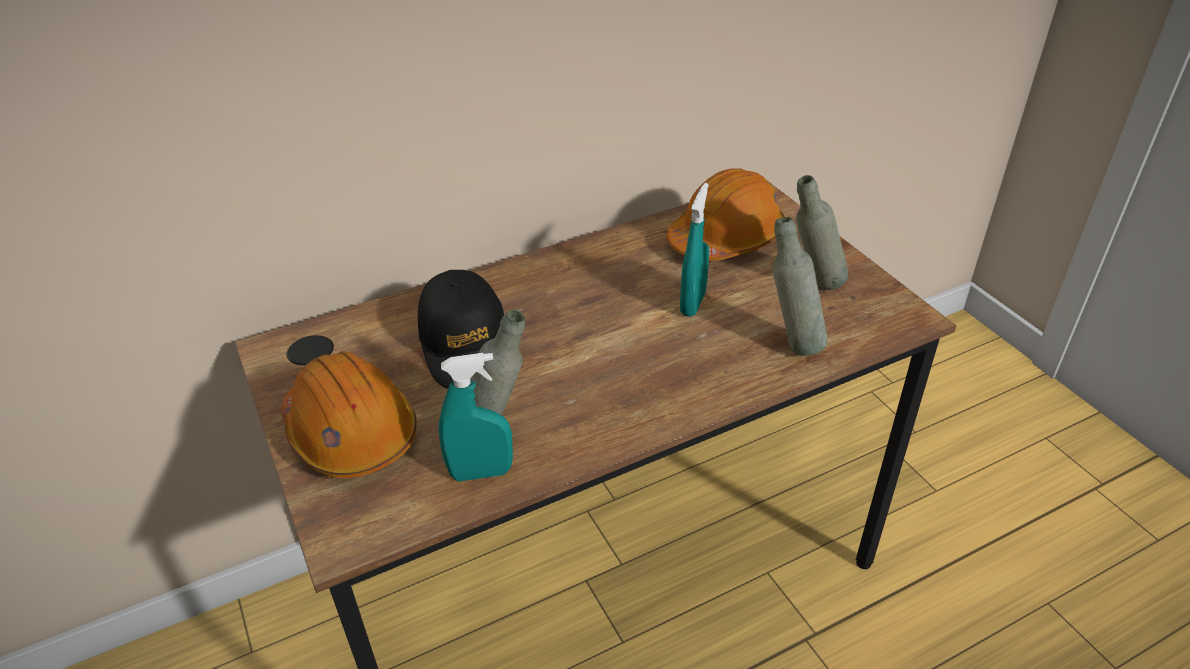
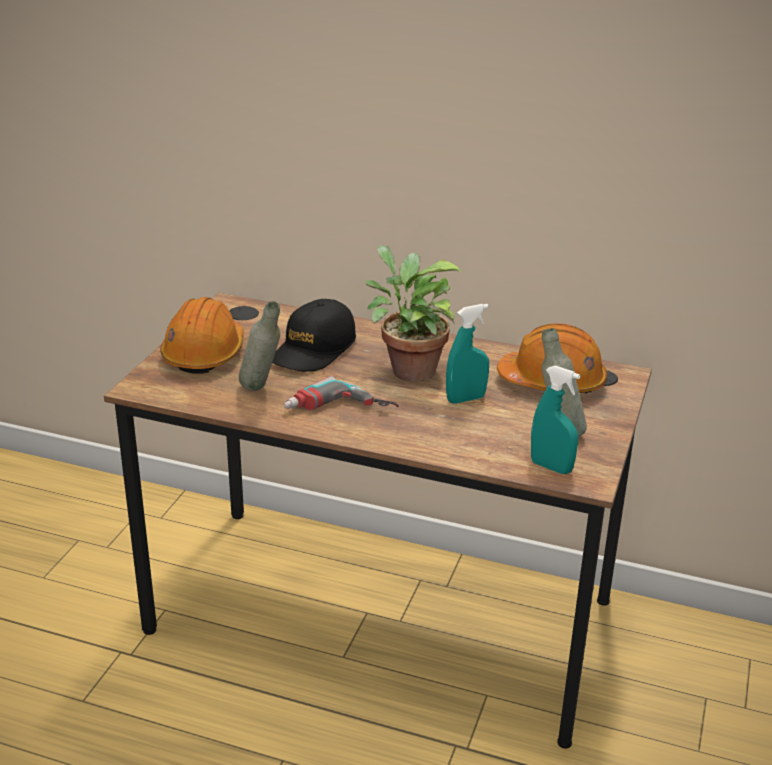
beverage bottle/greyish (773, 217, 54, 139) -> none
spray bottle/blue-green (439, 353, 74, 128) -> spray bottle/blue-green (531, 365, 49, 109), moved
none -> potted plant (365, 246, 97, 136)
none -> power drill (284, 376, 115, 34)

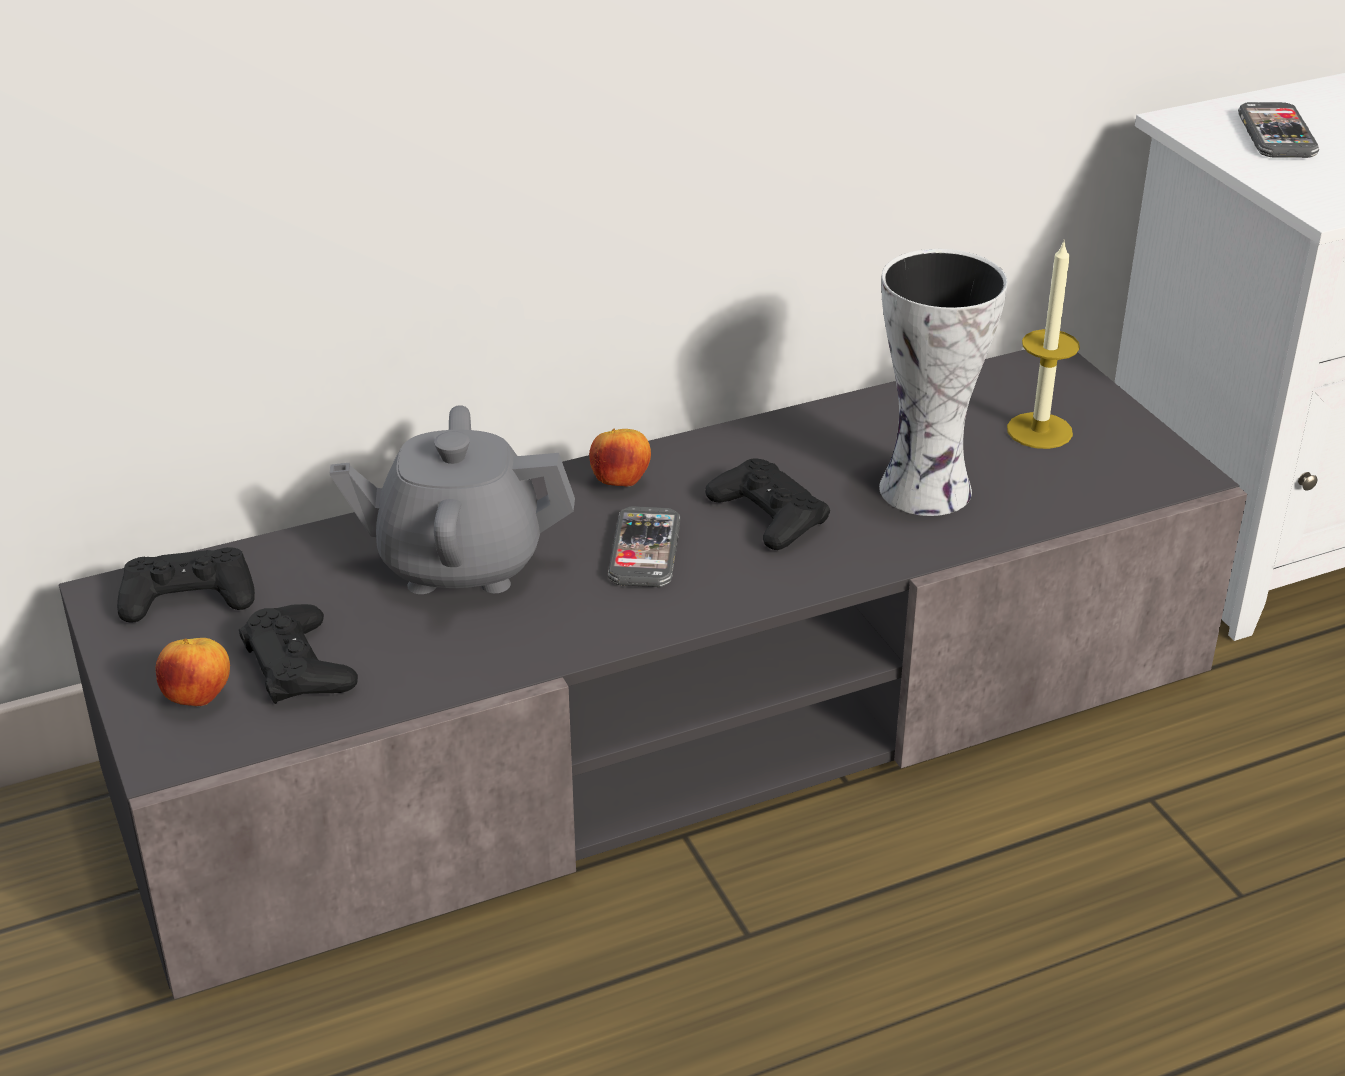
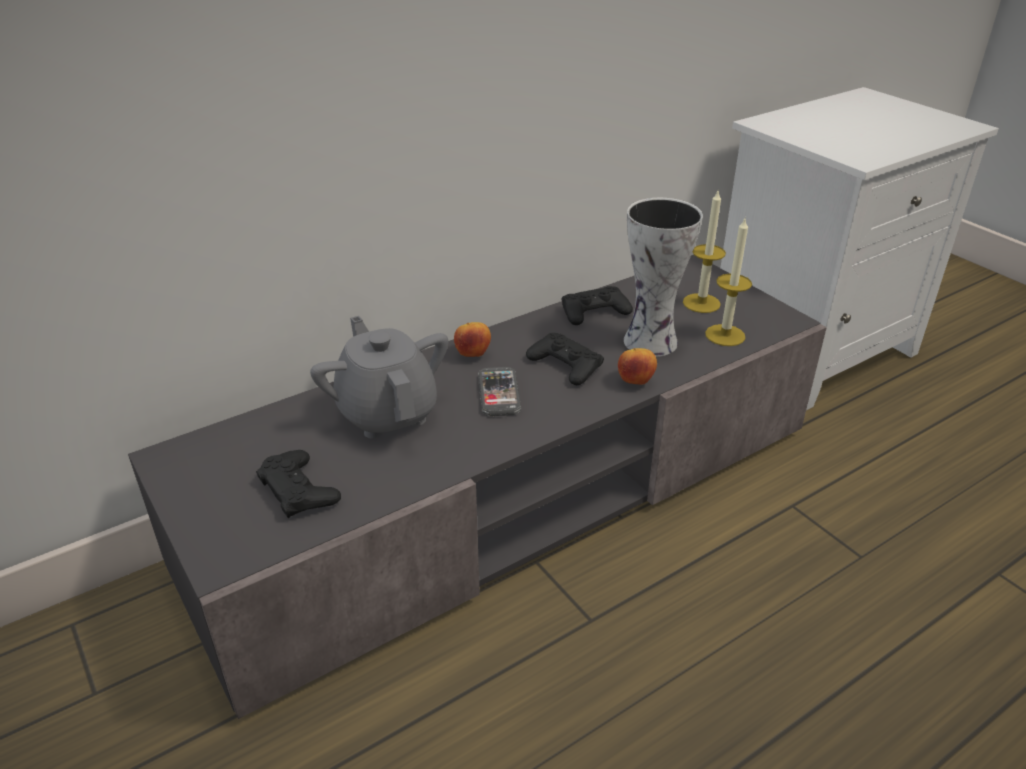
handset (1238, 102, 81, 56) -> none
pot for tea/greyish (329, 405, 246, 189) -> pot for tea/greyish (310, 316, 138, 122), 75 degrees clockwise
joypad/blackish (117, 547, 138, 76) -> joypad/blackish (561, 286, 72, 39), moved
apple (155, 638, 75, 68) -> apple (618, 348, 39, 37), moved
none -> candle (705, 219, 47, 127)

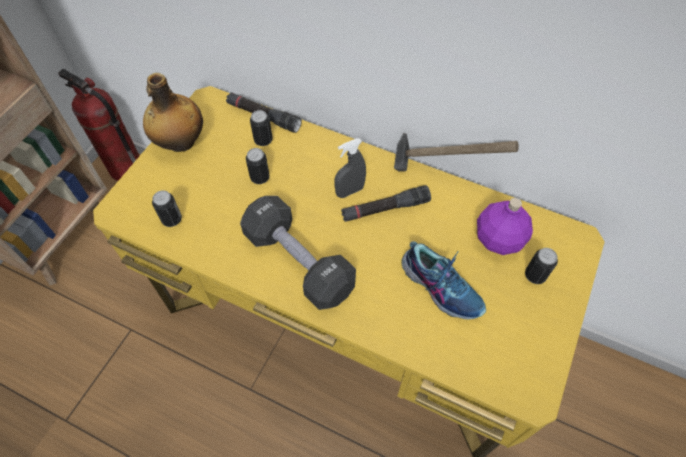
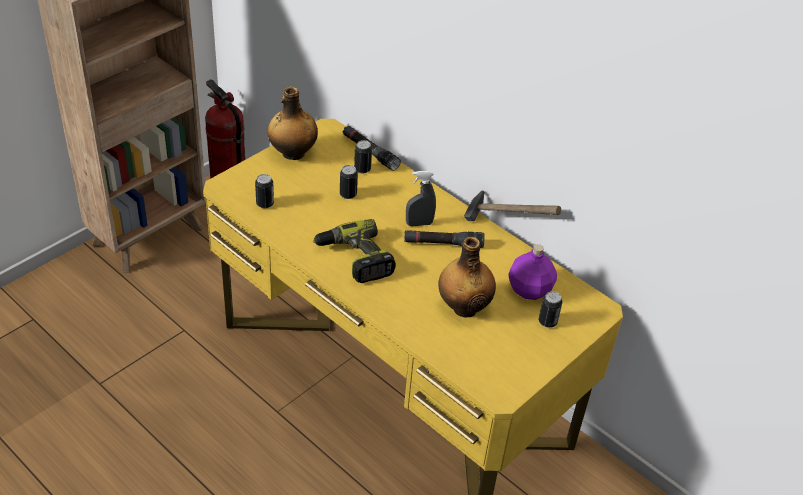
dumbbell/blackish (240, 196, 116, 114) -> power drill (313, 219, 83, 64)
item of footwear (401, 241, 85, 78) -> beverage bottle (438, 237, 58, 80)

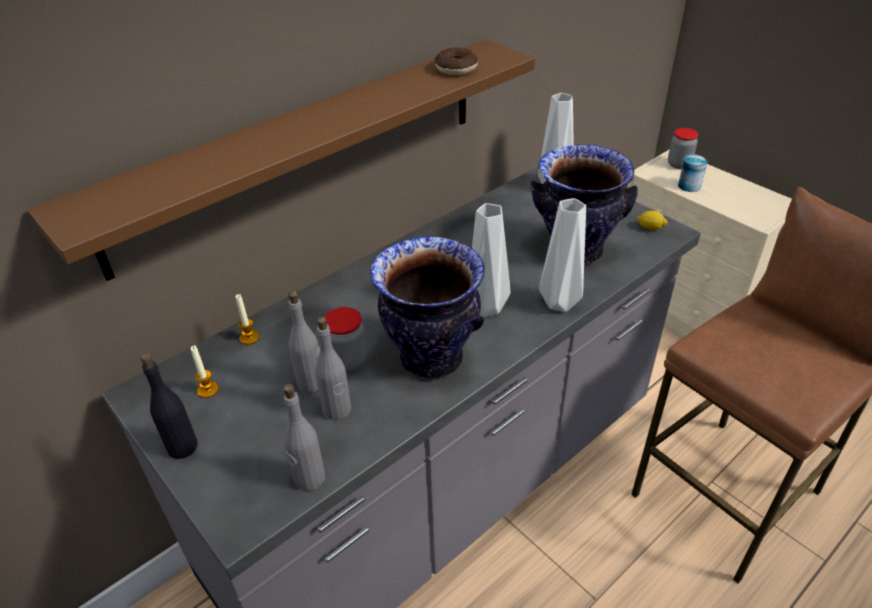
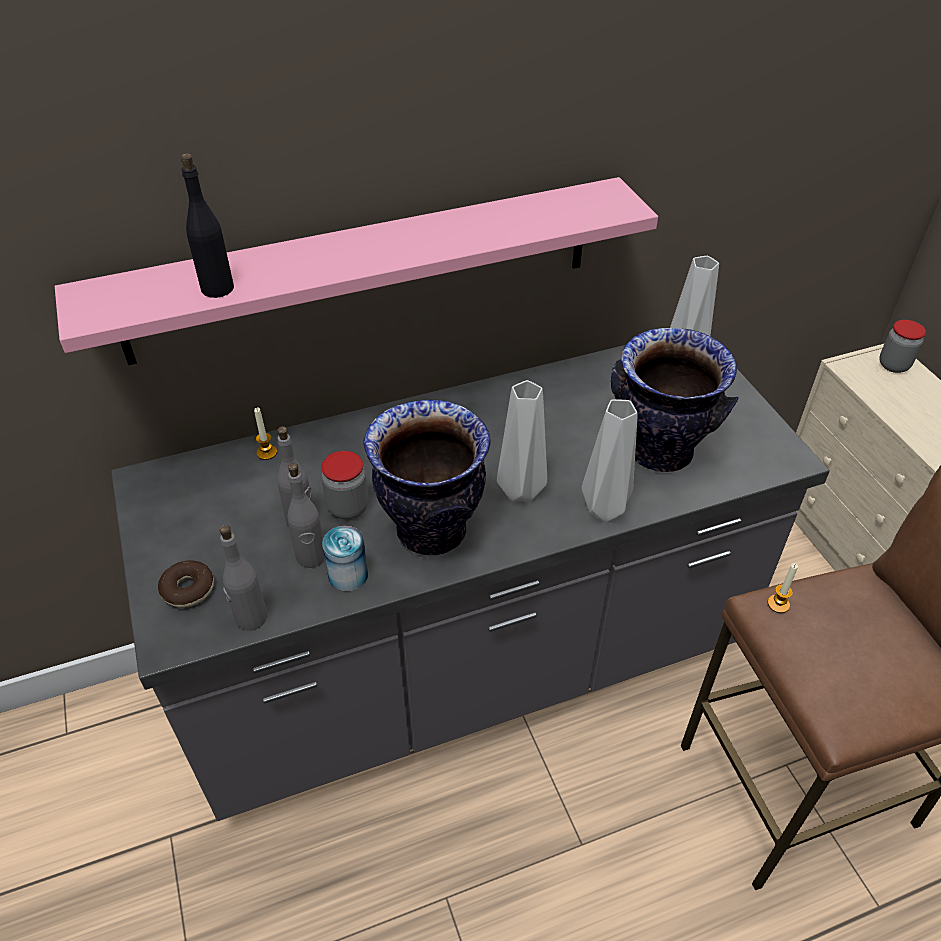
bracket shelf/brownish (27, 40, 508, 241) -> bracket shelf/pink (55, 177, 603, 188)
donut (435, 48, 43, 27) -> donut (158, 560, 56, 48), moved
metal can (678, 154, 30, 38) -> metal can (322, 526, 46, 65), moved
whole lemon (636, 211, 32, 19) -> none
candle (191, 346, 28, 52) -> candle (768, 563, 30, 50), moved
beverage bottle/blackish (141, 354, 57, 105) -> beverage bottle/blackish (181, 153, 53, 145), moved

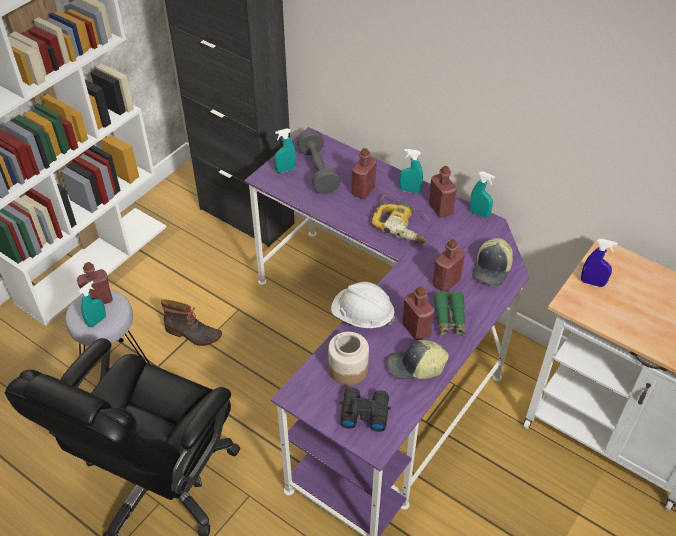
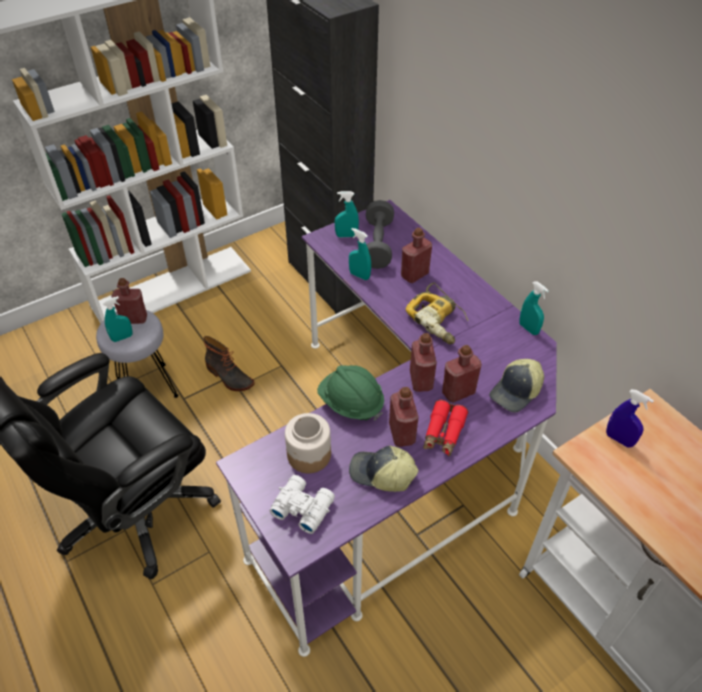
spray bottle/blue-green (399, 149, 24, 44) -> spray bottle/blue-green (349, 228, 22, 52), moved
beverage bottle/red (429, 166, 28, 51) -> beverage bottle/red (410, 333, 27, 59), moved
safety helmet/white-coloured (331, 282, 64, 46) -> safety helmet/green-coloured (317, 365, 67, 56)
binoculars/green-coloured (433, 291, 32, 45) -> binoculars/red (423, 400, 45, 56)
binoculars/blackish (340, 387, 51, 45) -> binoculars/white-coloured (269, 475, 66, 59)

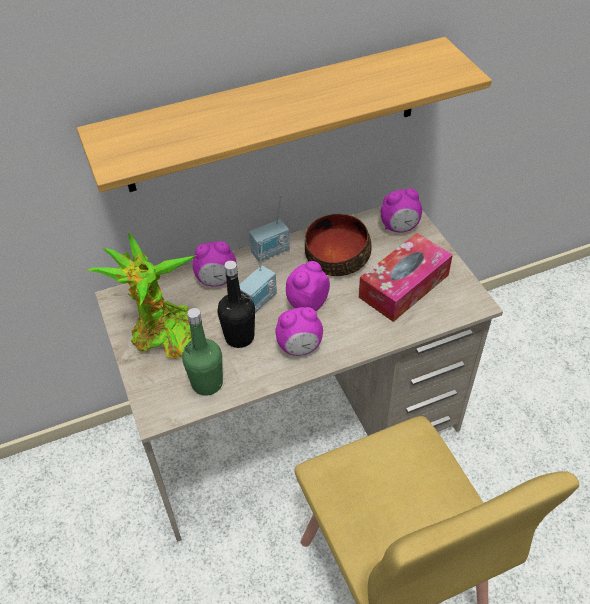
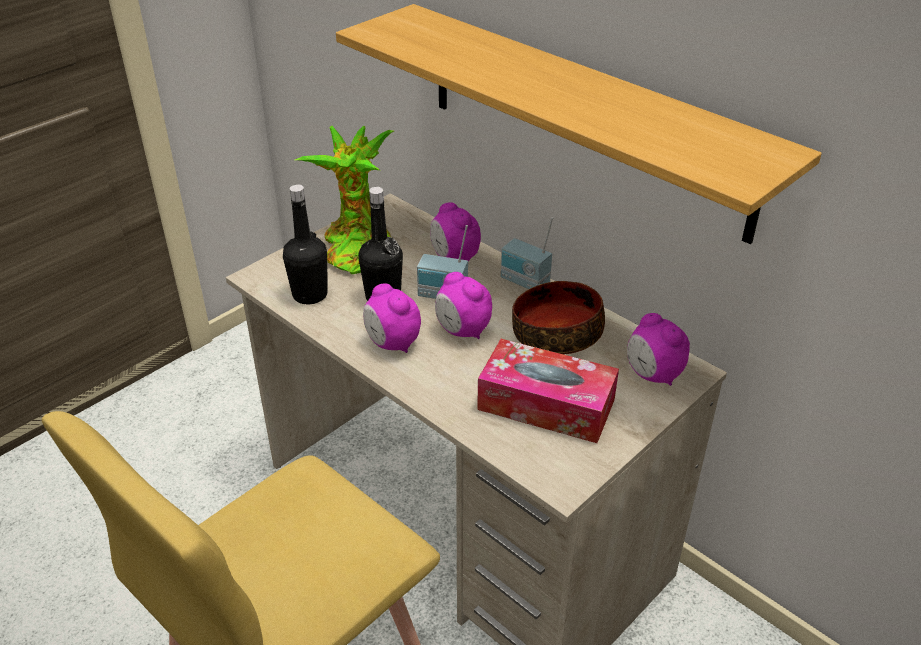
alarm clock (286, 261, 44, 50) -> alarm clock (435, 272, 57, 67), 150 degrees counterclockwise
beverage bottle/green-coloured (182, 308, 41, 88) -> beverage bottle/blackish (283, 184, 45, 120)

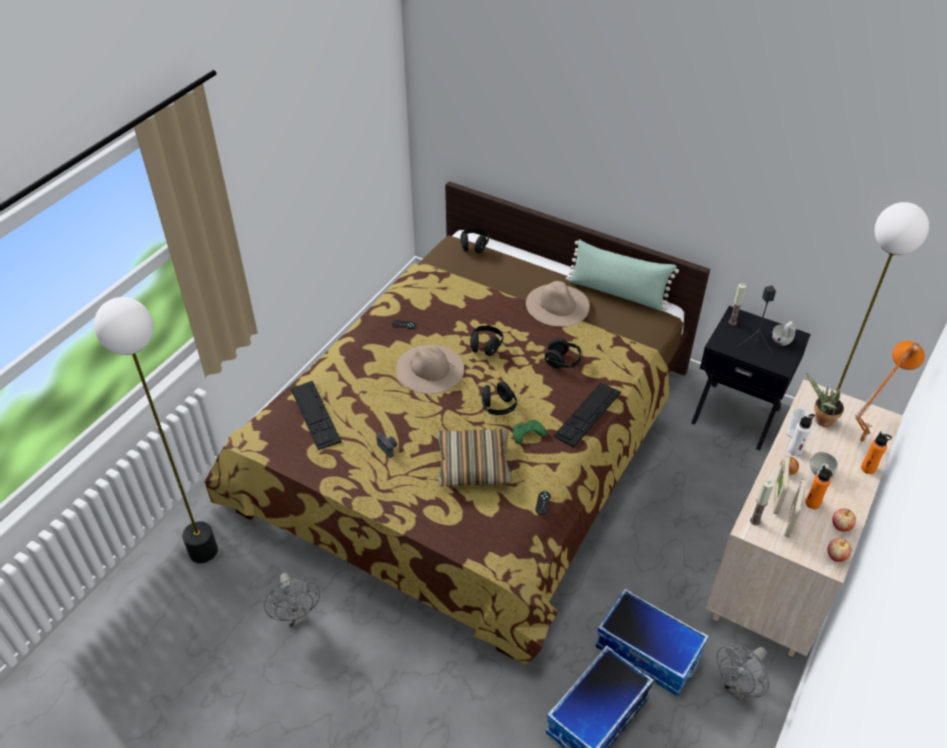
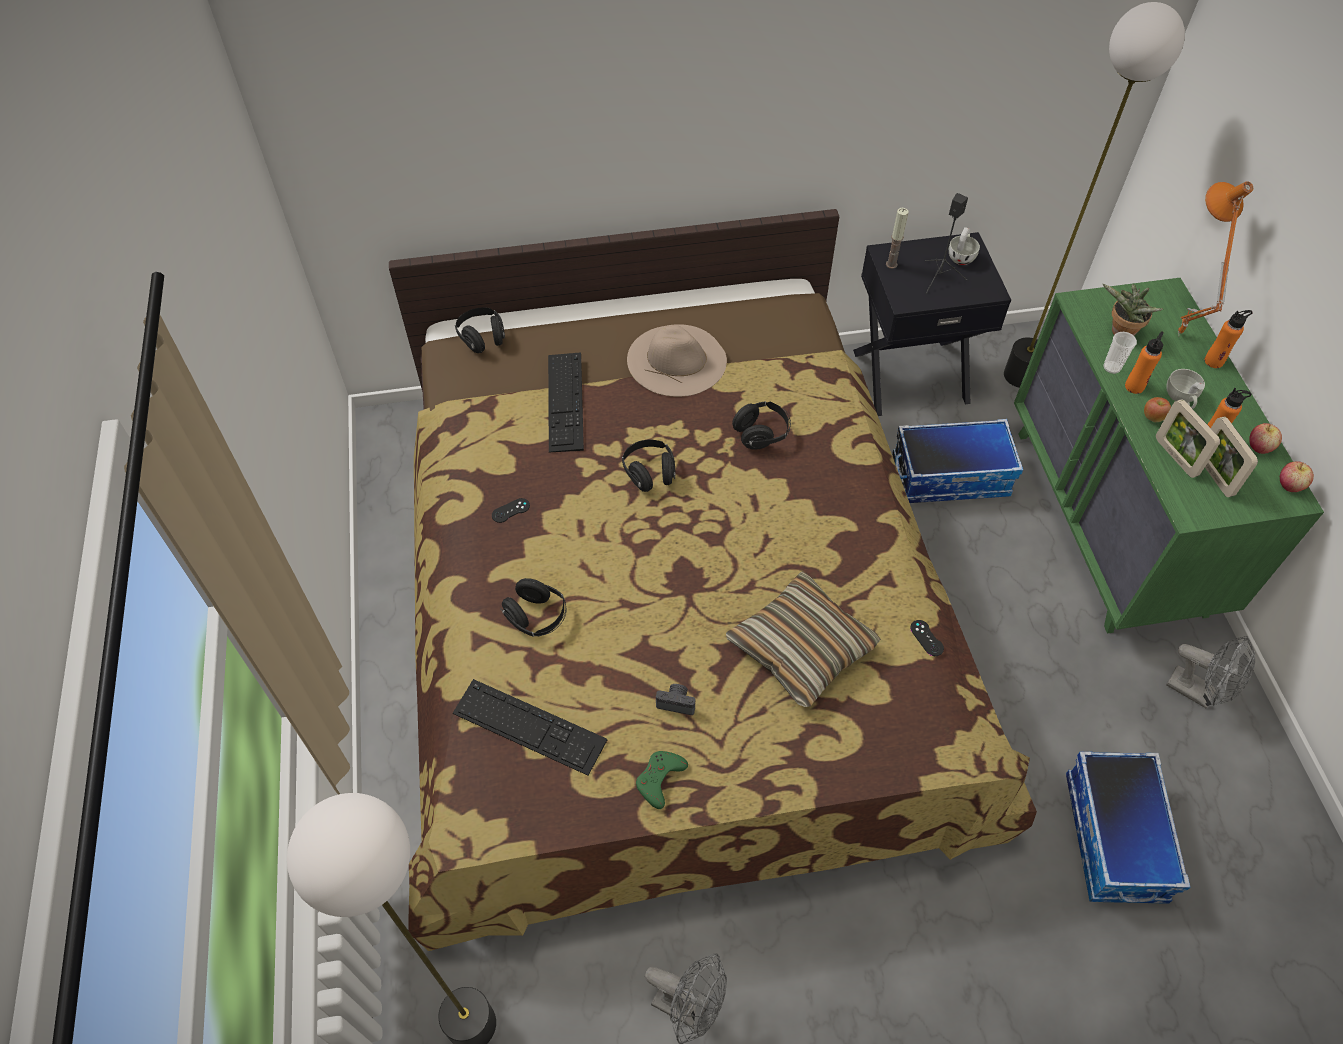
pillow/green-coloured (566, 239, 113, 72) -> none
clothing hat/beige-coloured (396, 345, 68, 49) -> none
drawer chest/beige-coloured (706, 380, 197, 277) -> drawer chest/green-coloured (1014, 278, 310, 356)
headset/blackish (482, 382, 35, 33) -> headset/blackish (500, 578, 67, 59), moved
PC keyboard (553, 383, 68, 64) -> PC keyboard (548, 352, 36, 100), moved
beverage bottle/white-coloured (788, 414, 27, 42) -> beverage bottle/orange-coloured (1125, 331, 39, 63)
joypad/green-coloured (513, 420, 34, 24) -> joypad/green-coloured (636, 751, 52, 58), moved
candle (750, 480, 24, 46) -> none
storage box (596, 588, 113, 108) -> storage box (892, 419, 131, 84), moved
electric fan/greyish (717, 644, 52, 57) -> electric fan/greyish (1166, 636, 89, 72), 60 degrees counterclockwise

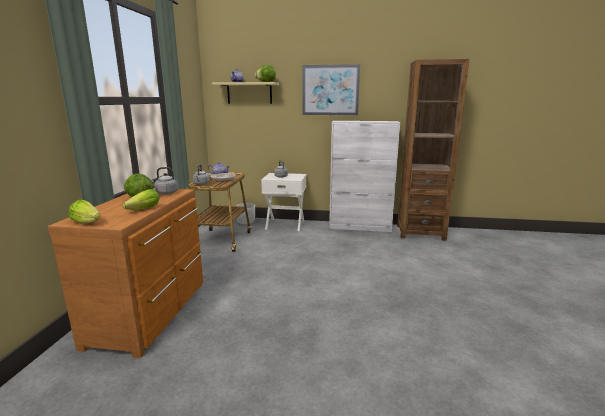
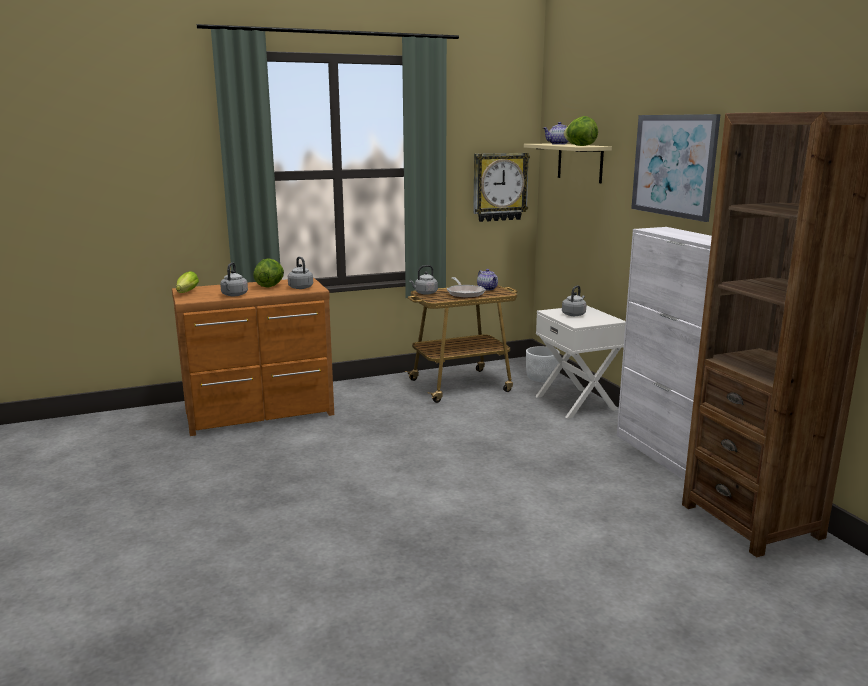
lettuce head (122, 189, 37, 21) -> tea kettle/greyish (220, 262, 28, 34)
none -> hanging clock (473, 153, 57, 69)

